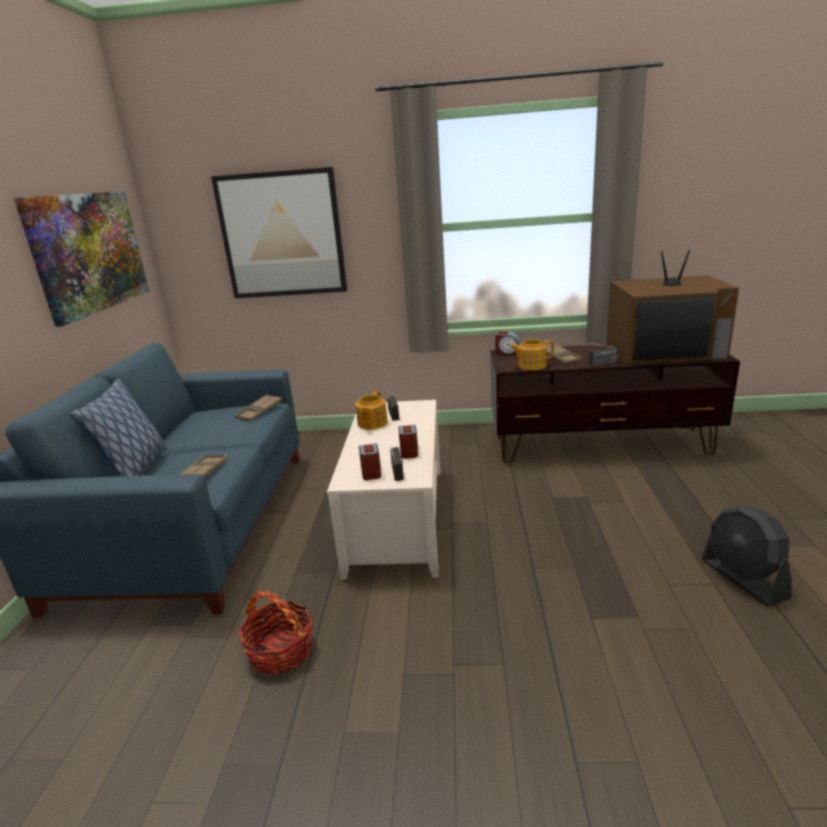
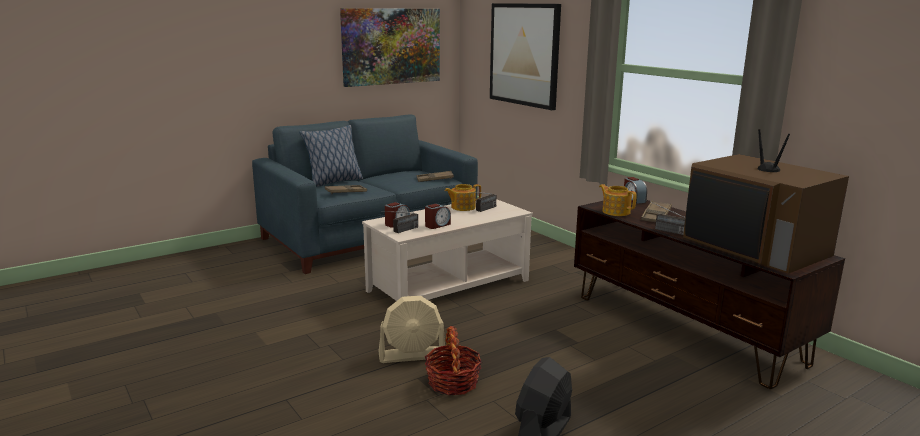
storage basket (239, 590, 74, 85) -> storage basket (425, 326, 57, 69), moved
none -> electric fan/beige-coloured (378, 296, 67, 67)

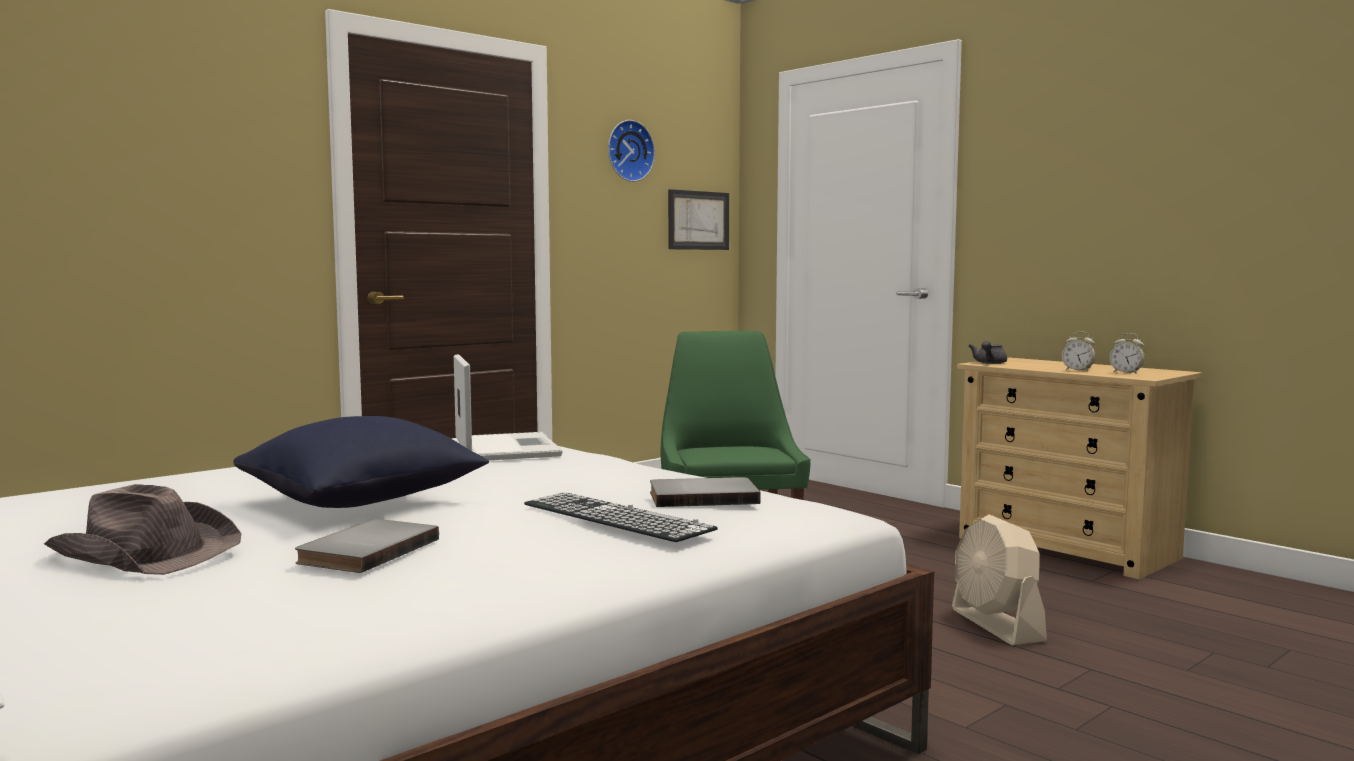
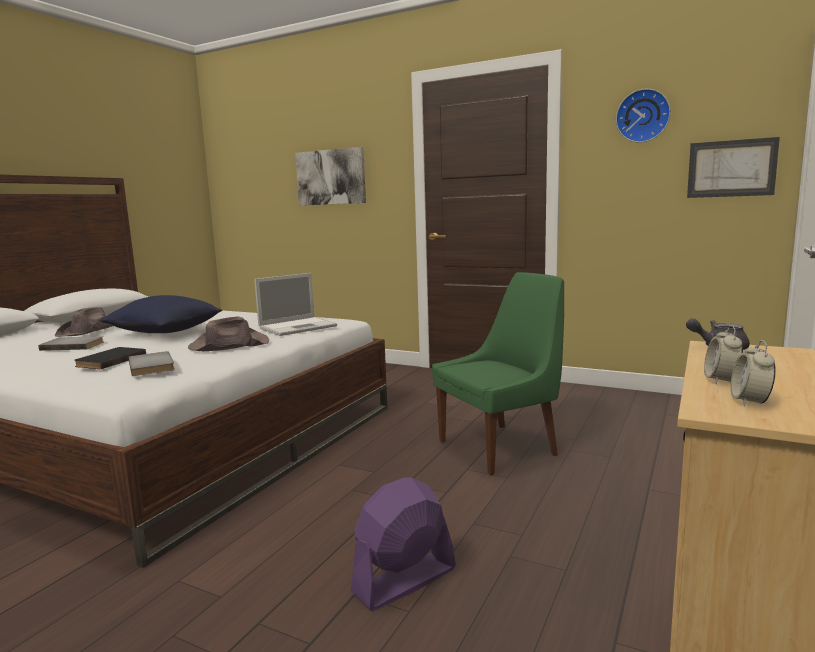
PC keyboard (524, 492, 194, 50) -> volume/blackish (74, 347, 72, 22)
electric fan/beige-coloured (952, 514, 95, 131) -> electric fan/purplish (351, 478, 105, 133)
none -> picture (295, 147, 71, 58)
none -> clothing hat/brownish (188, 316, 81, 35)

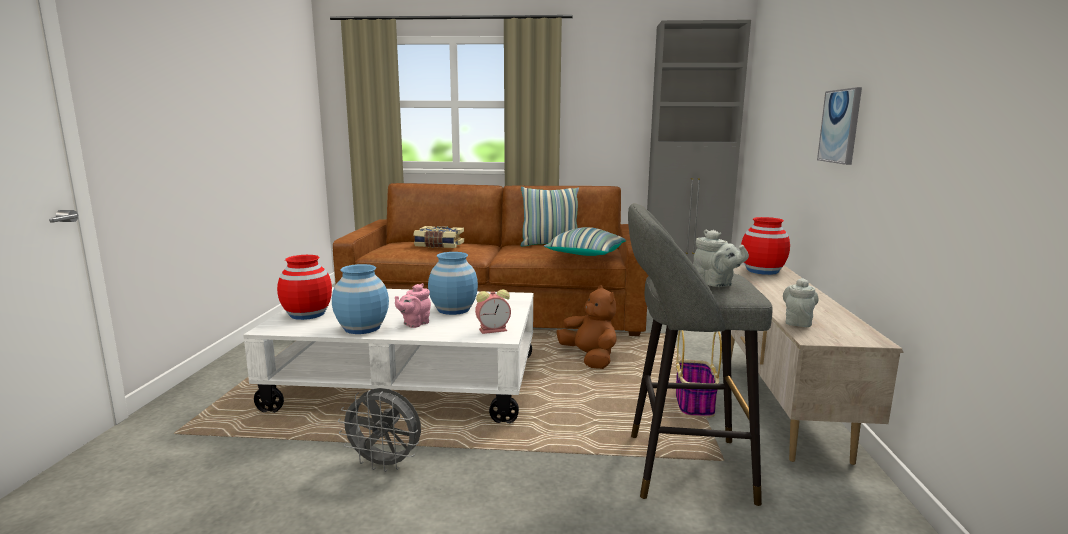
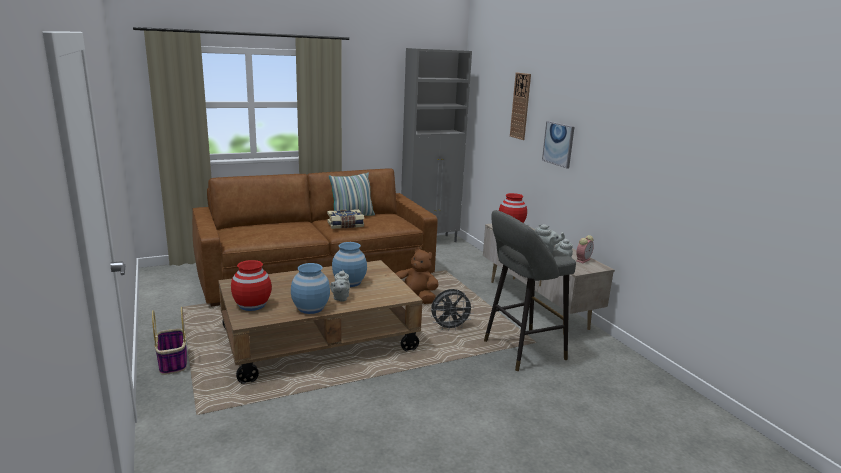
volume (413, 226, 51, 22) -> volume (327, 209, 37, 20), moved
pillow (544, 227, 83, 29) -> none
pot for tea/pink (395, 283, 36, 45) -> pot for tea/greyish (330, 270, 20, 32)
coffee table/white-coloured (243, 287, 290, 136) -> coffee table/brownish (218, 260, 205, 124)
alarm clock (475, 289, 36, 45) -> alarm clock (576, 235, 18, 28), moved
storage basket (676, 330, 46, 88) -> storage basket (152, 307, 35, 68), moved
electric fan/greyish (338, 388, 83, 84) -> electric fan/greyish (431, 289, 43, 41), moved
none -> hanging clock (510, 73, 21, 67)

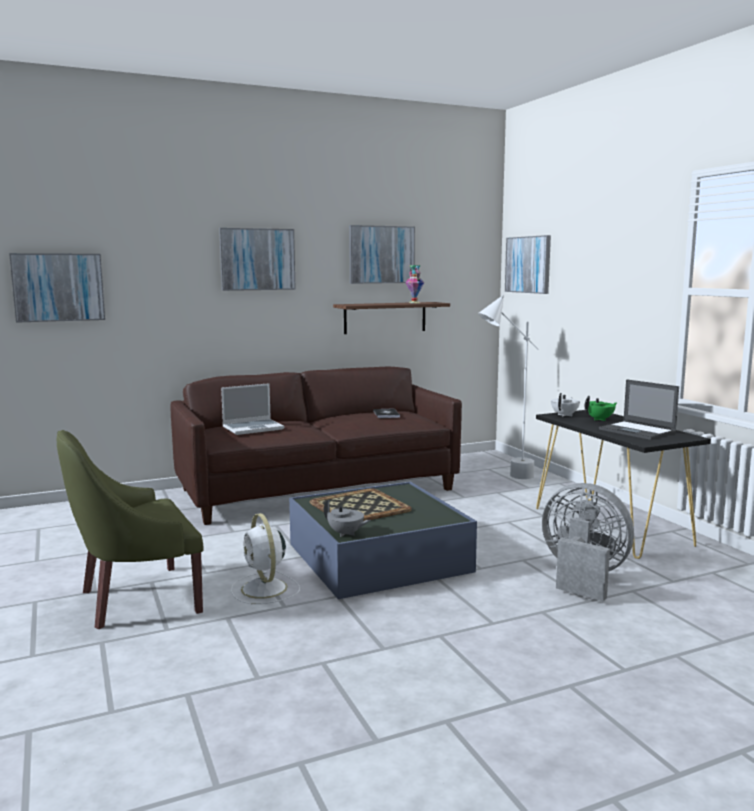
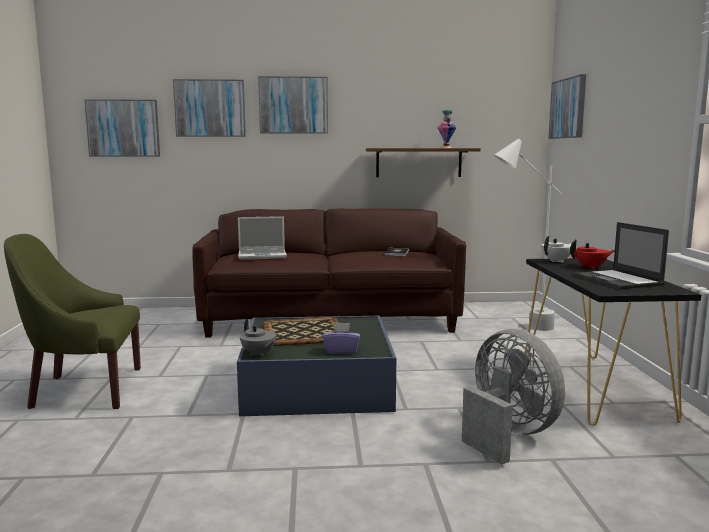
picture (349, 225, 66, 59) -> picture (173, 79, 73, 58), moved
pot for tea/green-coloured (585, 396, 32, 25) -> pot for tea/red (570, 239, 45, 30)
electric fan/white-coloured (231, 513, 69, 91) -> none
none -> box of tissues/purplish (323, 322, 37, 32)

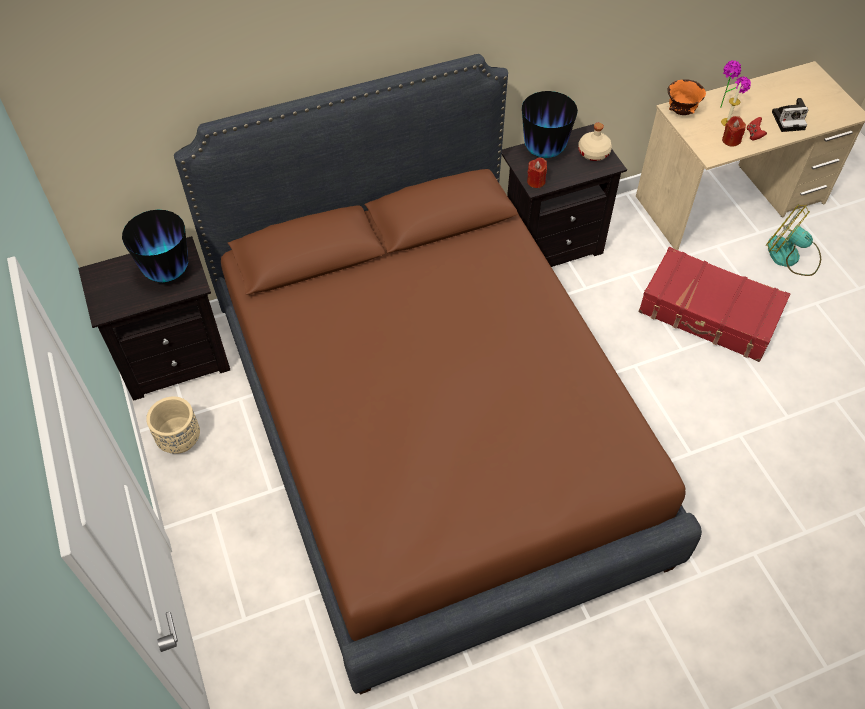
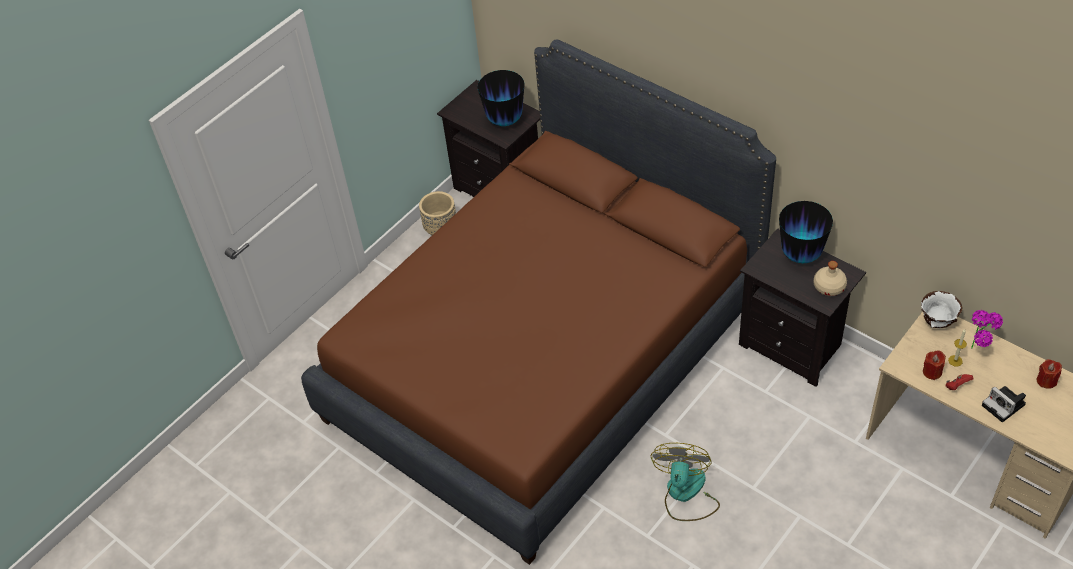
bowl/orange-coloured (667, 79, 39, 36) -> bowl/white-coloured (921, 291, 41, 37)
candle/red (527, 157, 20, 31) -> candle/red (1037, 359, 25, 30), moved
electric fan (766, 204, 55, 72) -> electric fan (651, 443, 69, 78), moved
piece of luggage/red (639, 247, 151, 115) -> none

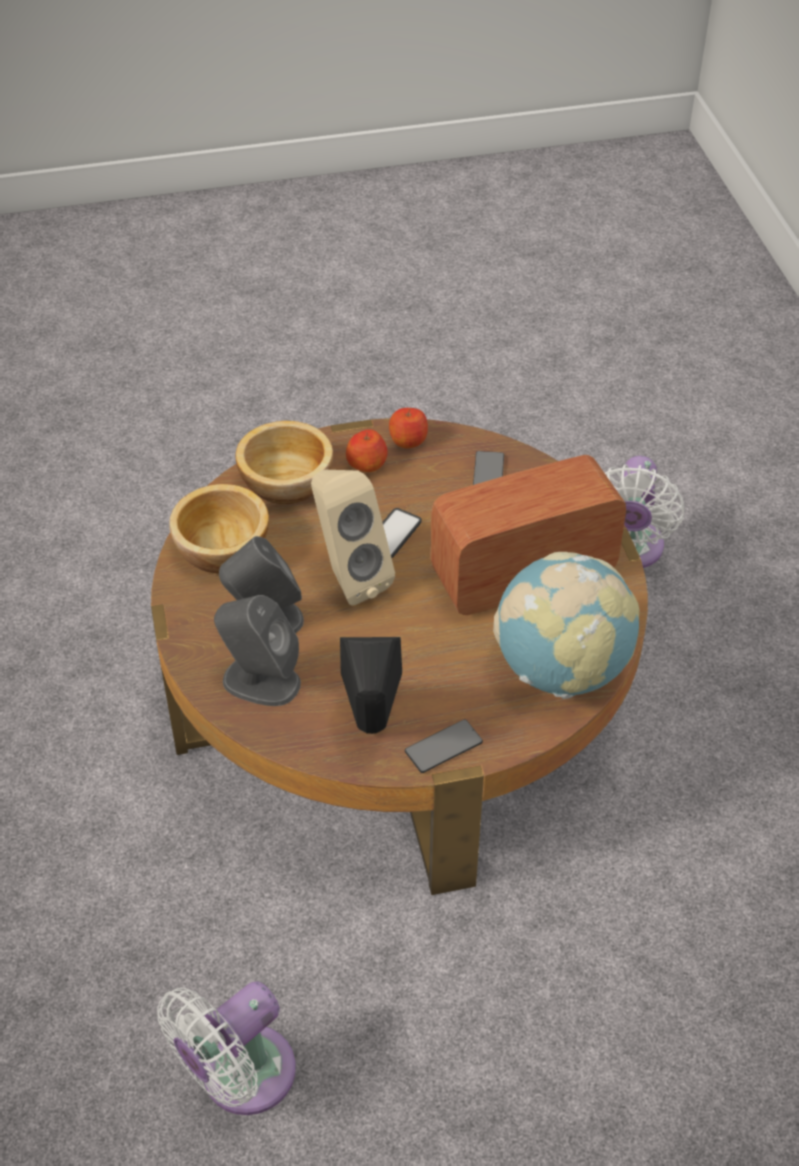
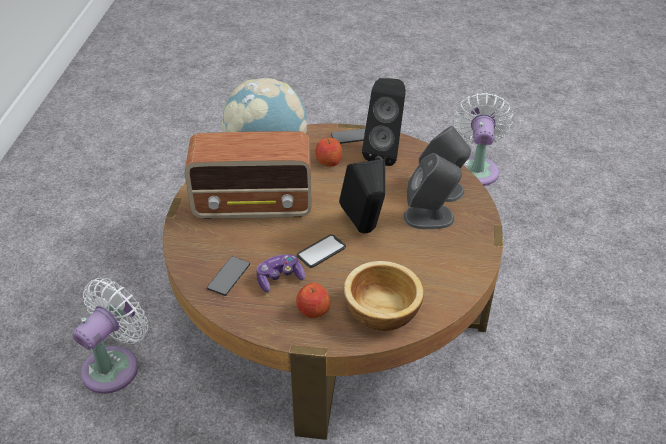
apple (389, 408, 39, 40) -> apple (316, 138, 26, 29), moved
audio speaker/beige-coloured (311, 470, 84, 135) -> audio speaker/blackish (339, 159, 46, 74)
bowl (169, 484, 100, 89) -> none
electric fan/white-coloured (157, 981, 139, 134) -> electric fan/white-coloured (452, 93, 62, 93), 60 degrees counterclockwise
none -> joypad (256, 255, 49, 38)

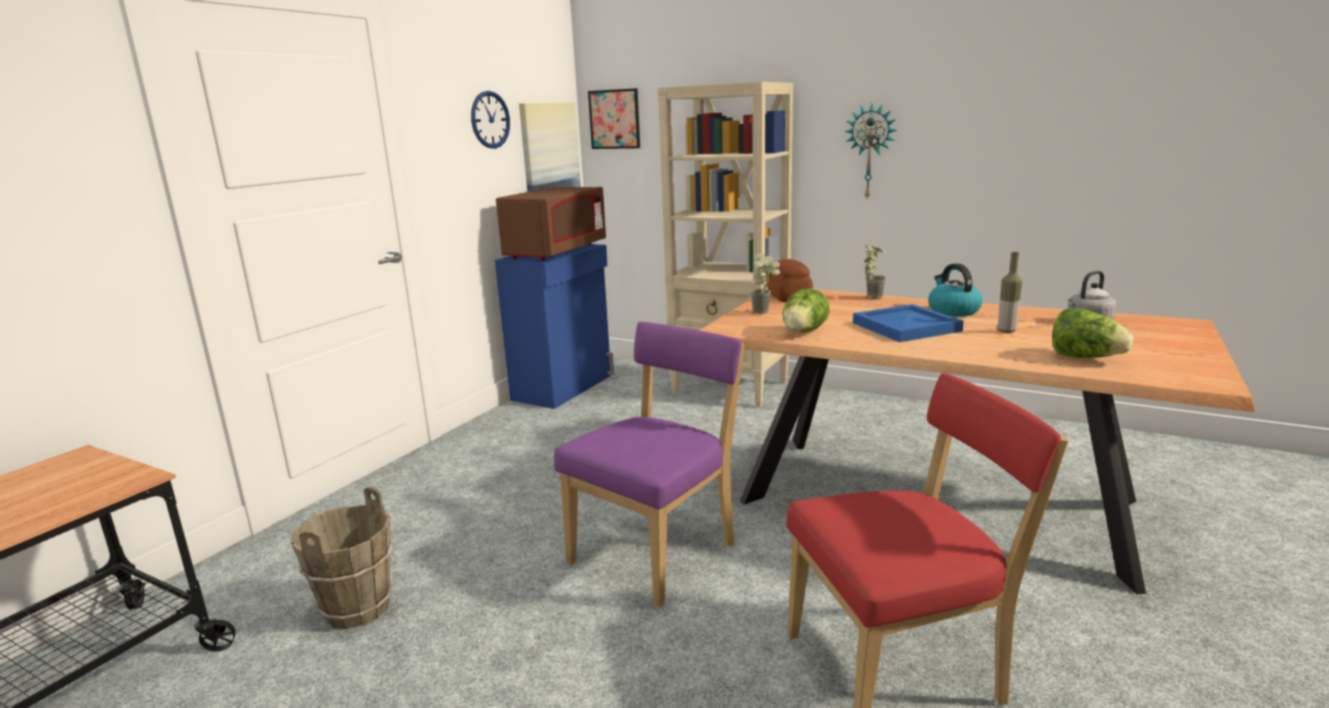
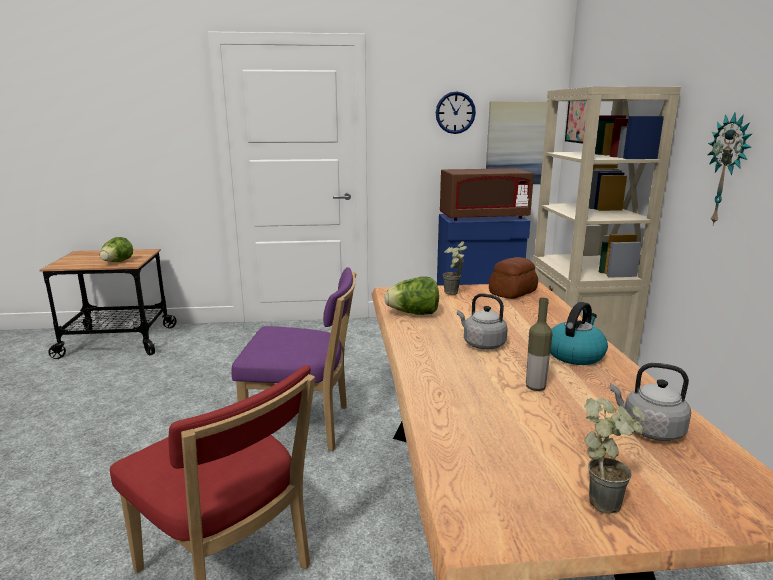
potted plant (863, 245, 23, 55) -> potted plant (584, 398, 61, 116), moved
tray/blue (853, 304, 111, 38) -> tea kettle/greyish (457, 293, 51, 56)
lettuce head (1052, 308, 81, 50) -> lettuce head (100, 237, 33, 25), moved
bucket/brownish (291, 487, 102, 142) -> none

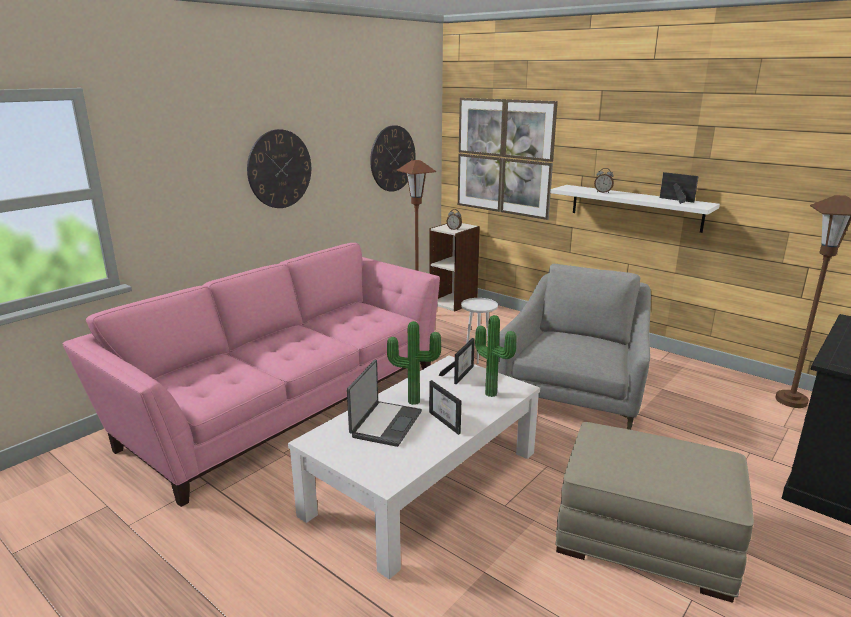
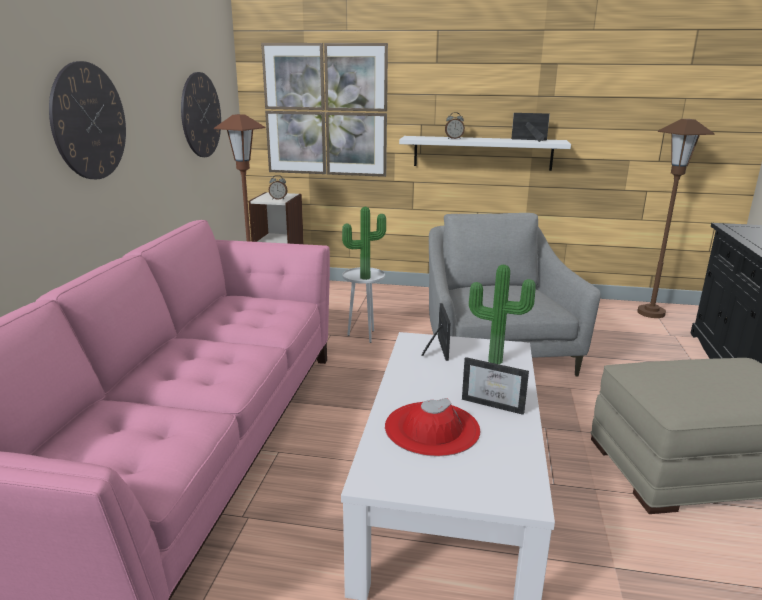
potted plant (387, 321, 54, 84) -> potted plant (342, 207, 44, 73), moved
laptop (347, 360, 75, 87) -> clothing hat/red (385, 398, 95, 59)

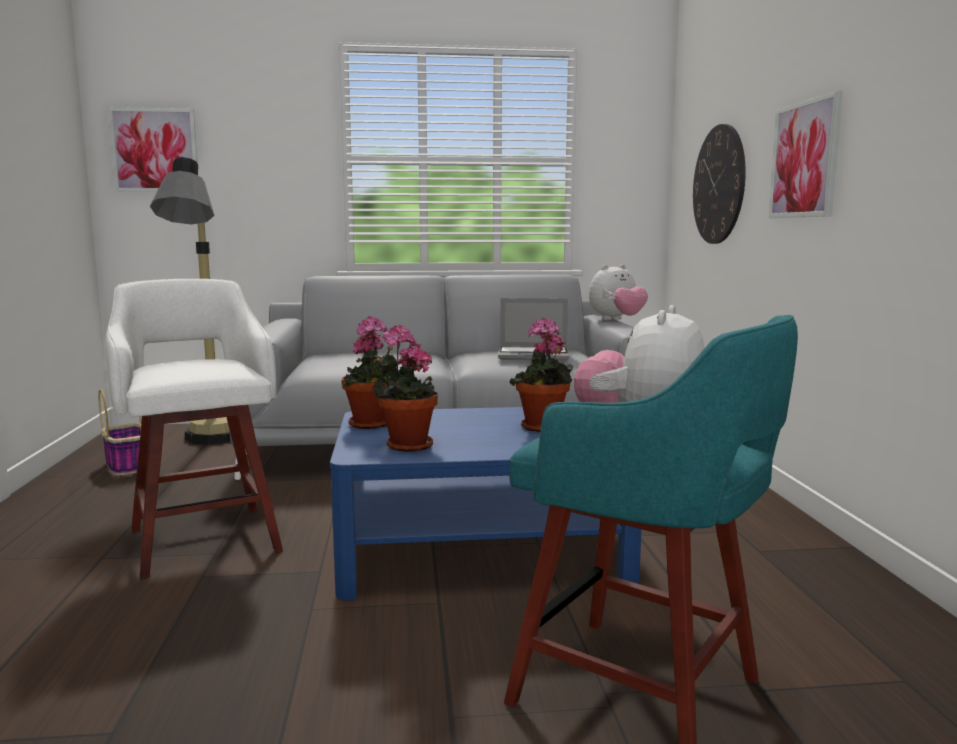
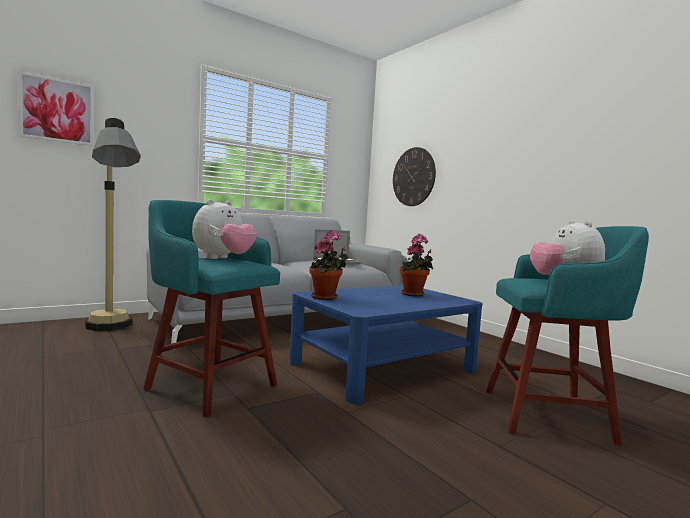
picture (768, 91, 75, 127) -> none
plush toy (589, 264, 59, 56) -> plush toy (192, 199, 65, 60), moved
stool/white-coloured (105, 279, 178, 300) -> stool/blue-green (143, 200, 137, 218)
potted plant (368, 325, 70, 127) -> none
storage basket (98, 389, 43, 87) -> none

